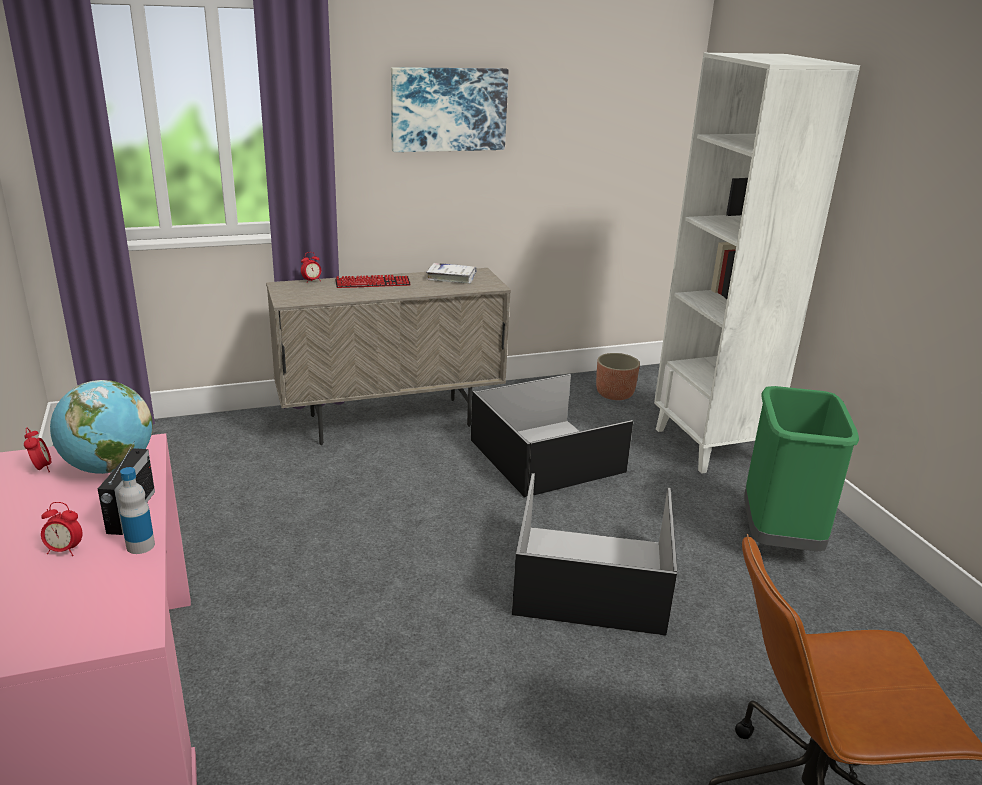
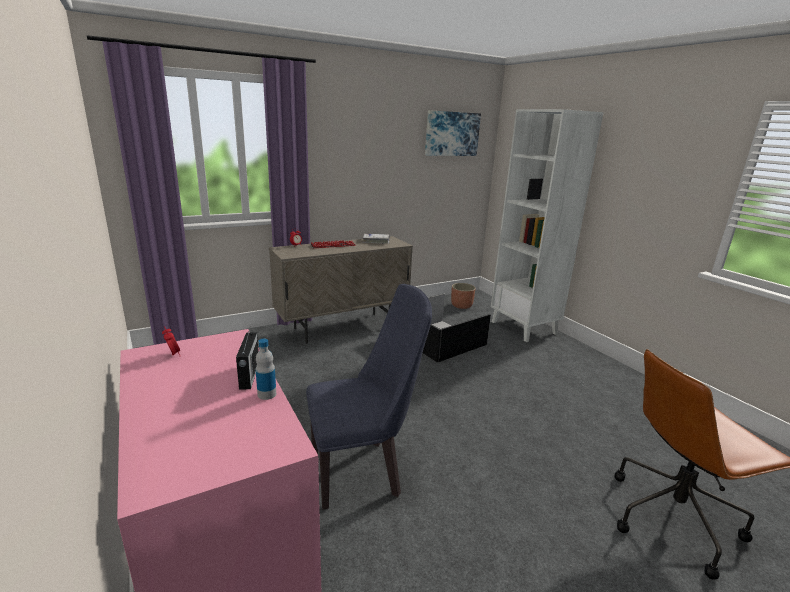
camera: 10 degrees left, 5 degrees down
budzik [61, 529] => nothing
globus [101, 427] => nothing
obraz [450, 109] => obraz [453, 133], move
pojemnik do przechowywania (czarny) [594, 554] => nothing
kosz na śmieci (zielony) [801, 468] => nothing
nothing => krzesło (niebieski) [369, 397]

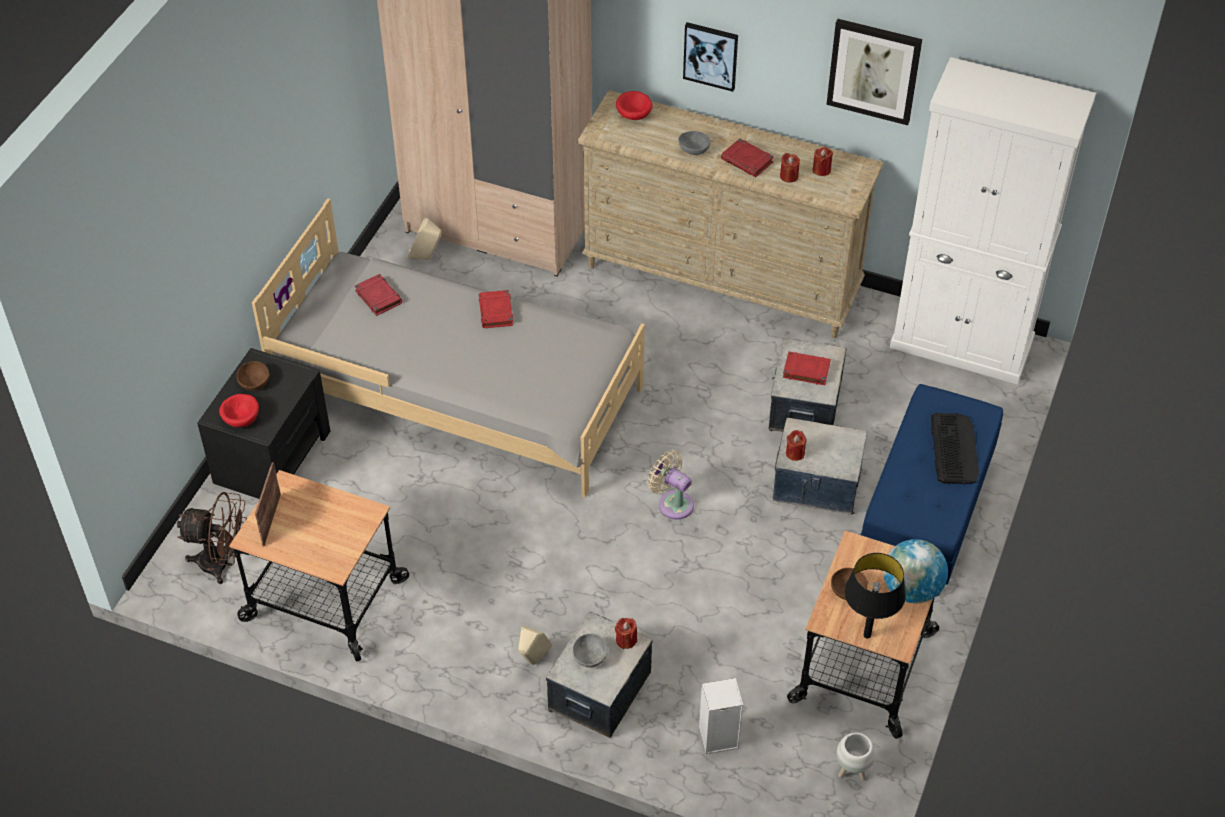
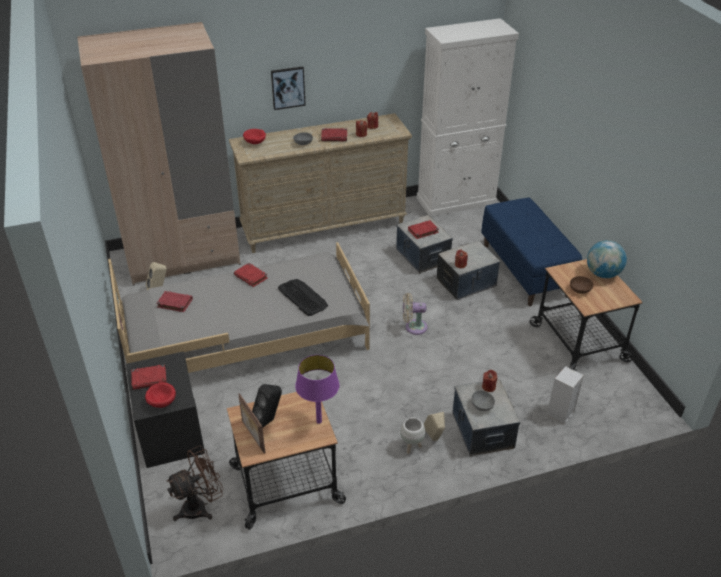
camera: 40 degrees left, 10 degrees down
miska (brązowy) [253, 375] => książka (czerwony) [149, 377]
obraz [874, 72] => nothing
donica (biały) [855, 756] => donica (biały) [412, 435], move
lampa stołowa (czarny) [875, 596] => nothing
klawiatura [955, 449] => klawiatura [303, 297], move
nothing => głośnik (czarny) [267, 405]
nothing => lampa stołowa (fioletowy) [317, 389]

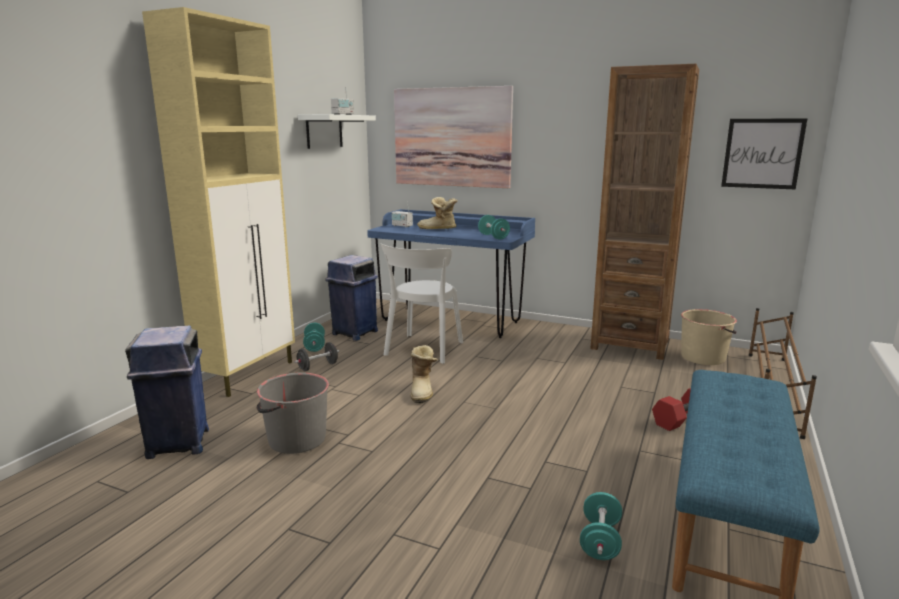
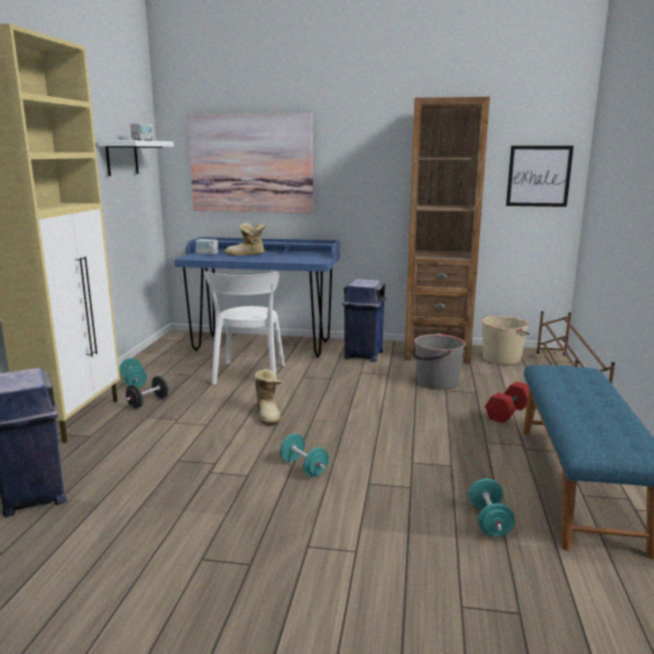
camera: 15 degrees left, 0 degrees up
wiadro (szary) [293, 413] => wiadro (szary) [439, 361], move
kosz na śmieci (niebieski) [351, 298] => kosz na śmieci (niebieski) [364, 320], move
hantel (turkusowy) [494, 227] => hantel (turkusowy) [304, 455], move

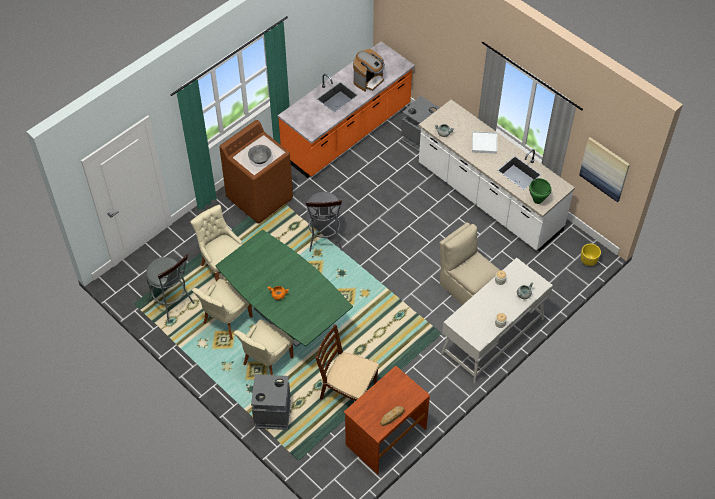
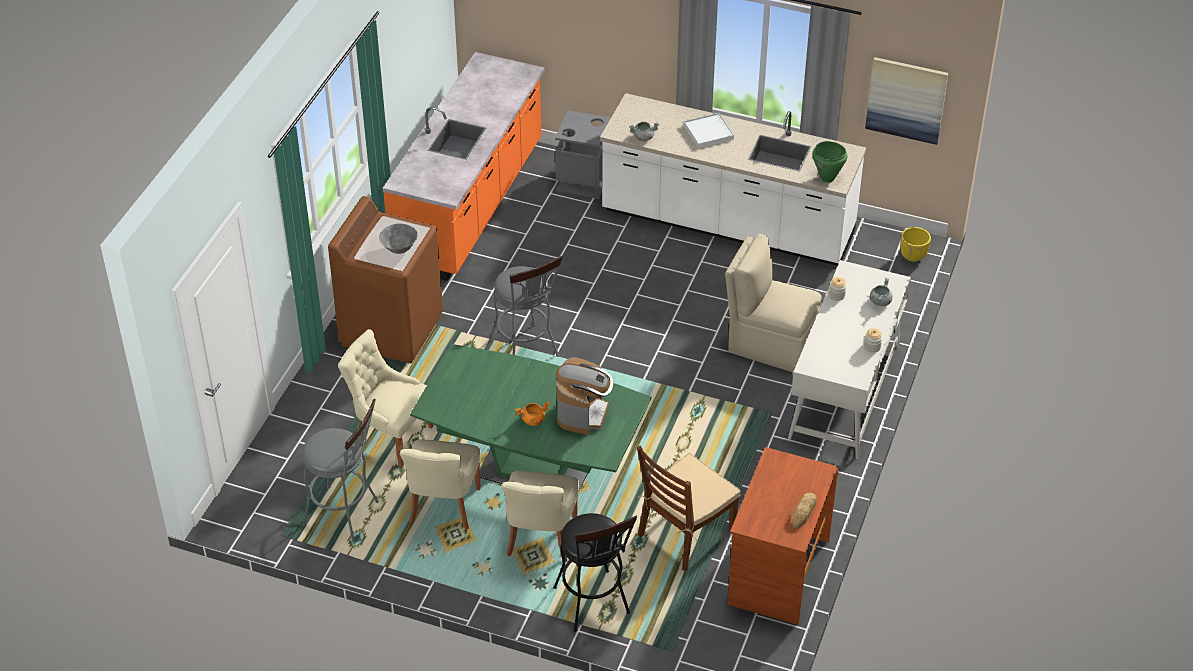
camera: 25 degrees left, 10 degrees down
kosz na śmieci (szary) [271, 402] => stołek (czarny) [595, 572]
krzesło (brązowy) [347, 362] => krzesło (brązowy) [689, 508], 45 degrees counterclockwise
ekspres do kawy [369, 70] => ekspres do kawy [584, 396], move

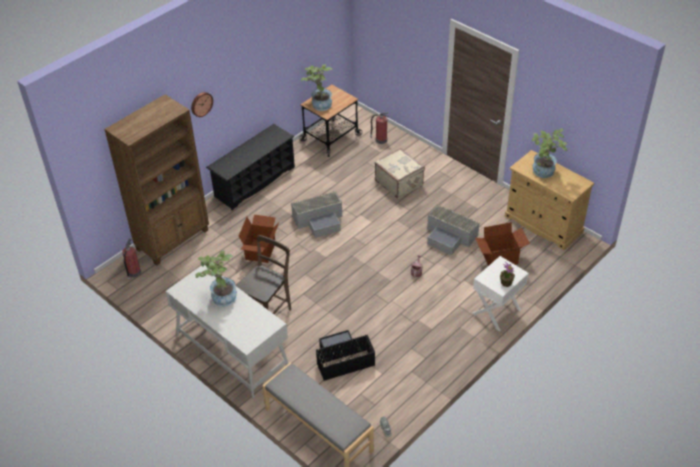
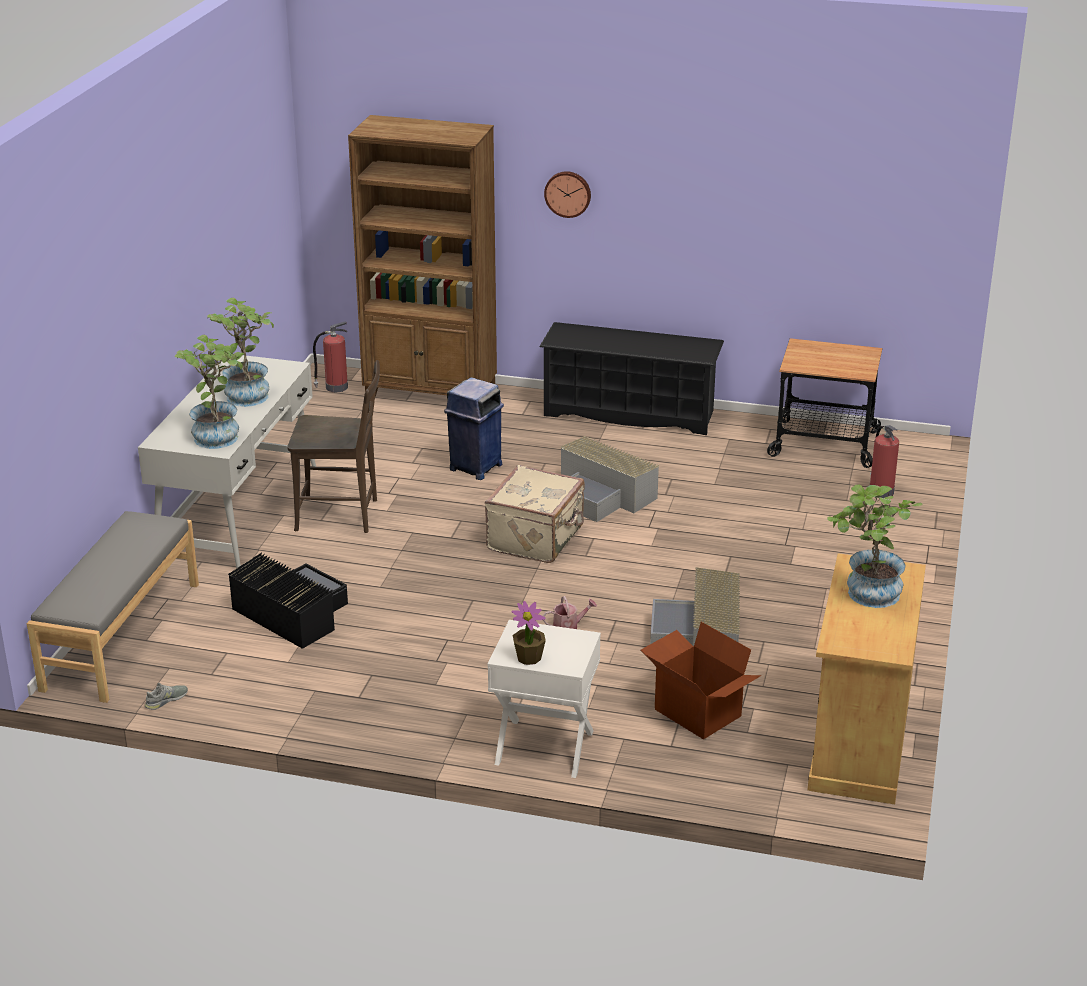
camera: 60 degrees right, 15 degrees down
karton [259, 239] => kosz na śmieci (niebieski) [474, 428]
roślina doniczkowa [316, 87] => roślina doniczkowa [209, 392], move
walizka (beżowy) [400, 173] => walizka (beżowy) [534, 514], move

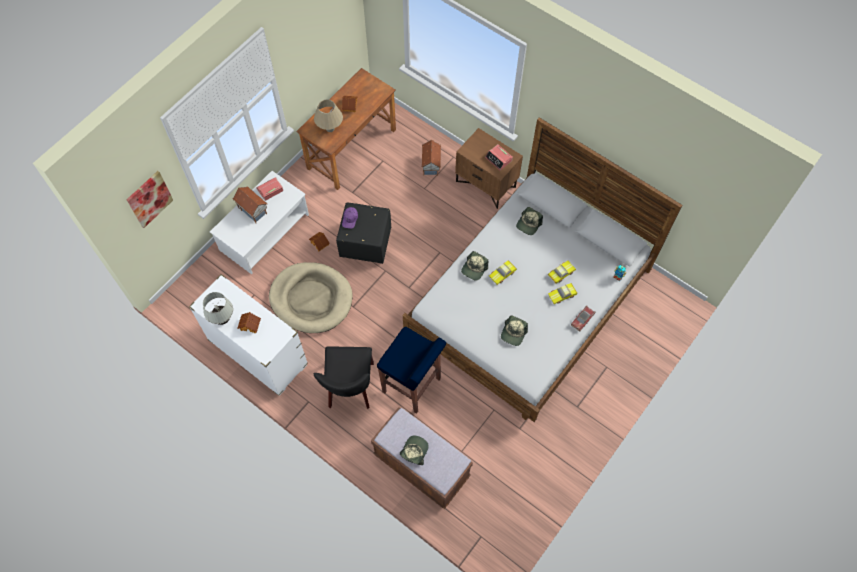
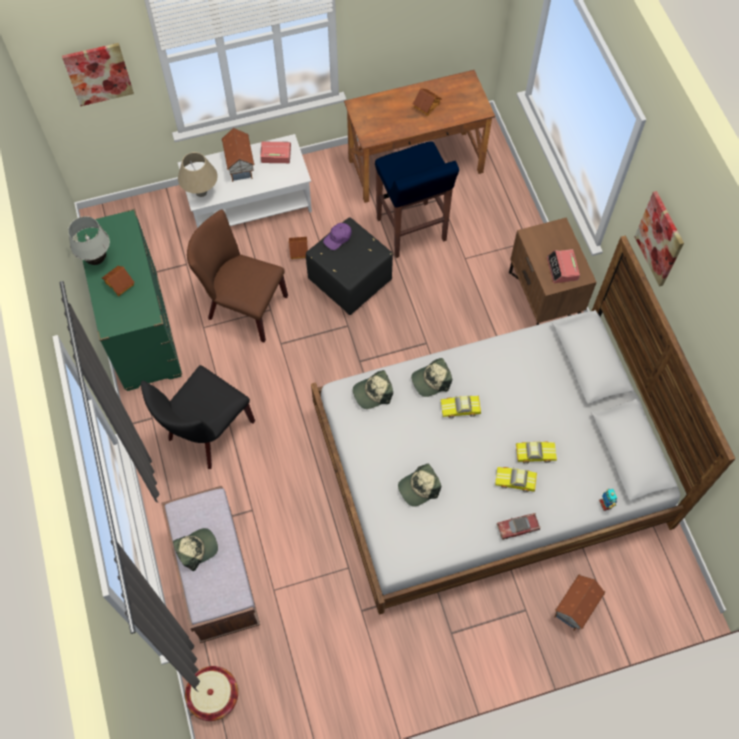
camera: 35 degrees right, 0 degrees up
komoda (biały) [248, 335] => komoda (zielony) [129, 300]
legowisko (beżowy) [311, 297] => krzesło (brązowy) [237, 276]
lampa stołowa (beżowy) [328, 115] => lampa stołowa (beżowy) [198, 174], move
stołek (niebieski) [411, 370] => stołek (niebieski) [417, 199], move
domek [431, 158] => domek [580, 602], move
czapka z daszkiem [529, 221] => czapka z daszkiem [373, 389], move
nothing => koszyk [211, 693]
nothing => obraz [659, 239]

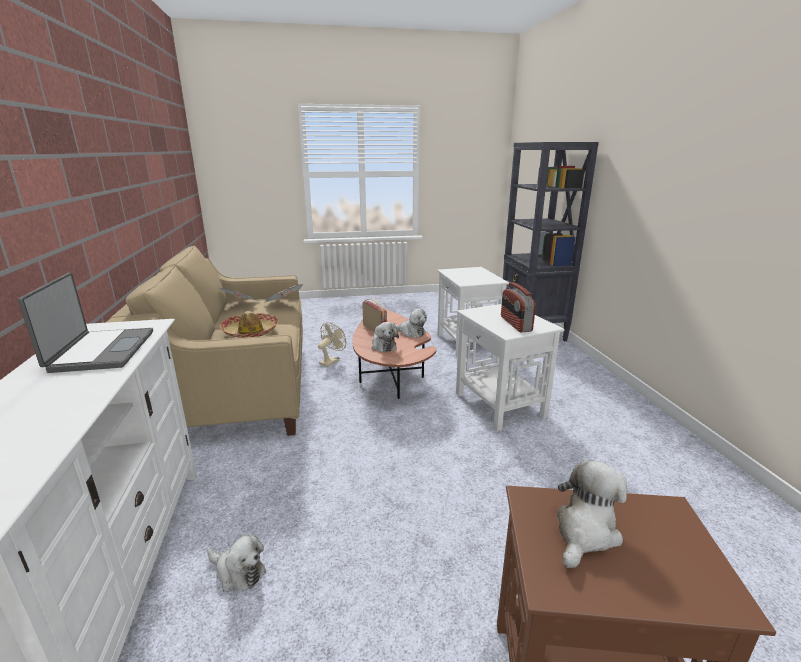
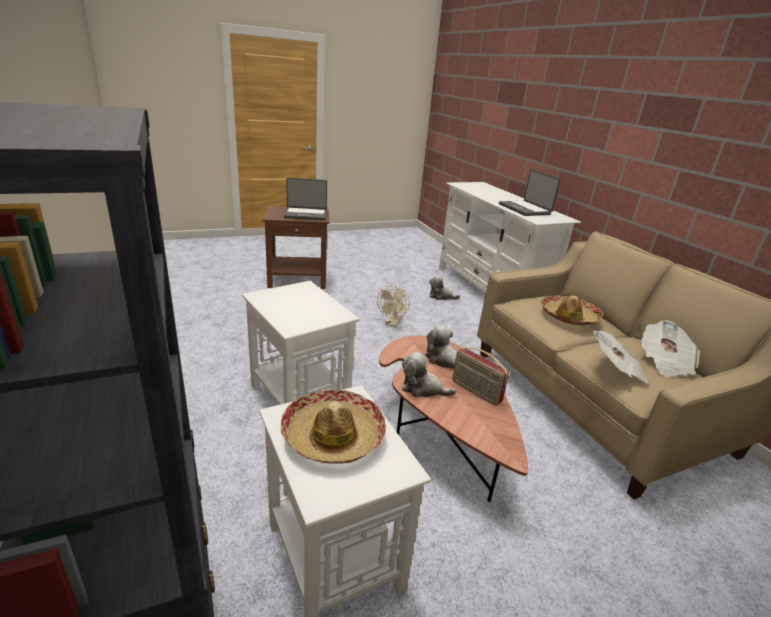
camera: 165 degrees right, 5 degrees up
wentylator (beżowy) [332, 344] => wentylator (beżowy) [393, 306], move
radio [518, 307] => nothing
pluszak [592, 513] => laptop [305, 199]
nothing => kapelusz [333, 427]

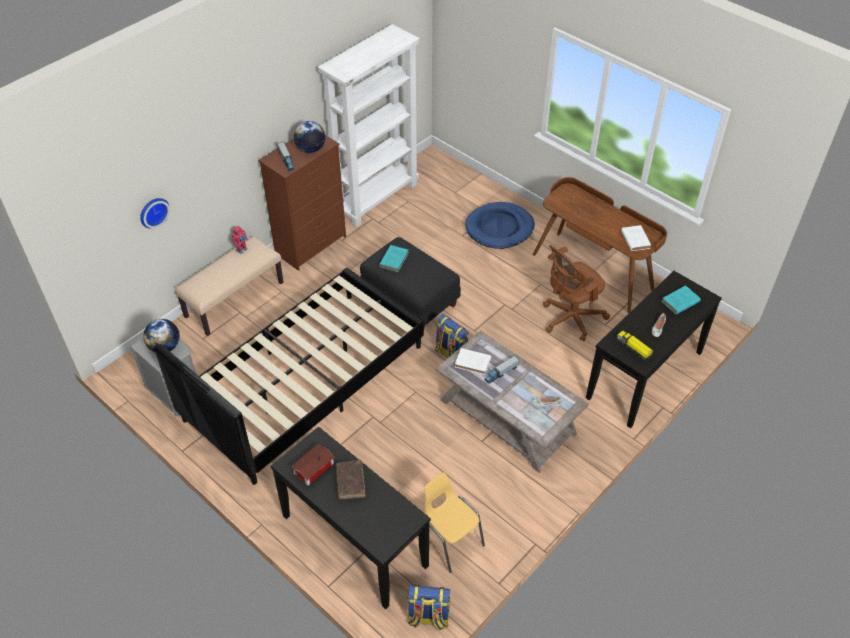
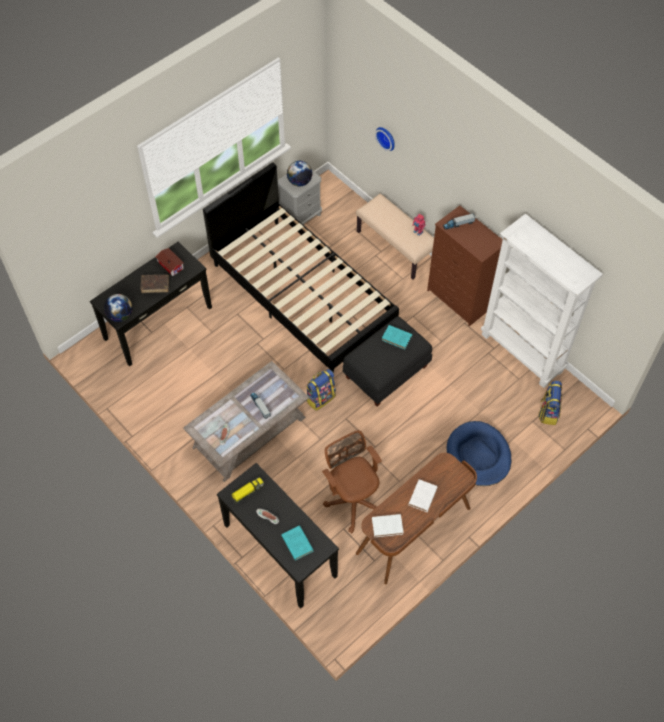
camera: 95 degrees right, 10 degrees up
globus [309, 137] => globus [118, 308], move
plecak [428, 608] => plecak [550, 403], move
krzesło (żółty) [451, 522] => nothing
książka (biały) [473, 361] => książka (biały) [423, 495], move

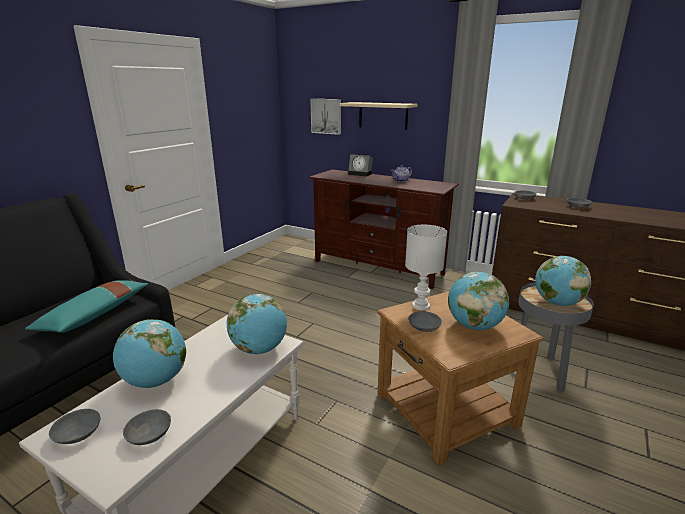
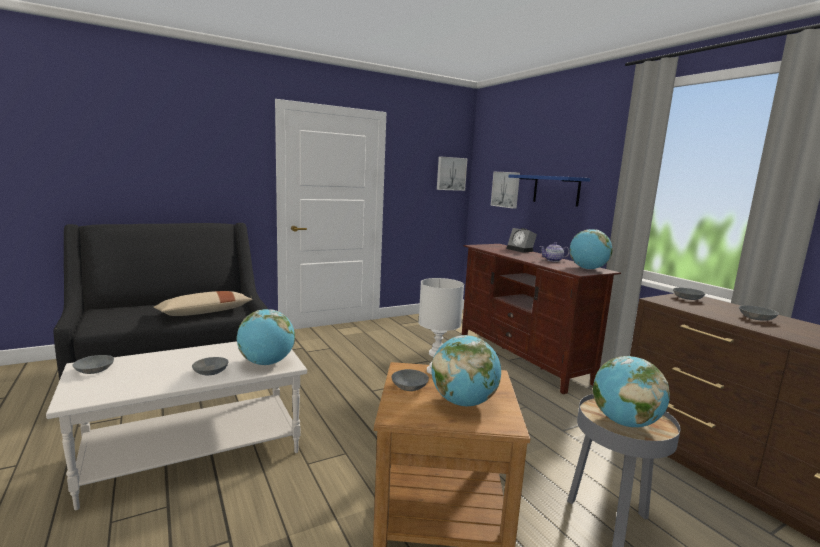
camera: 30 degrees right, 10 degrees down
poduszka (turkusowy) [86, 307] => poduszka (beżowy) [203, 303]
globus [149, 353] => globus [591, 249], move
miska (szary) [147, 427] => miska (szary) [210, 366], move
półka (beżowy) [378, 116] => półka (niebieski) [550, 190]
nothing => obraz [452, 173]

